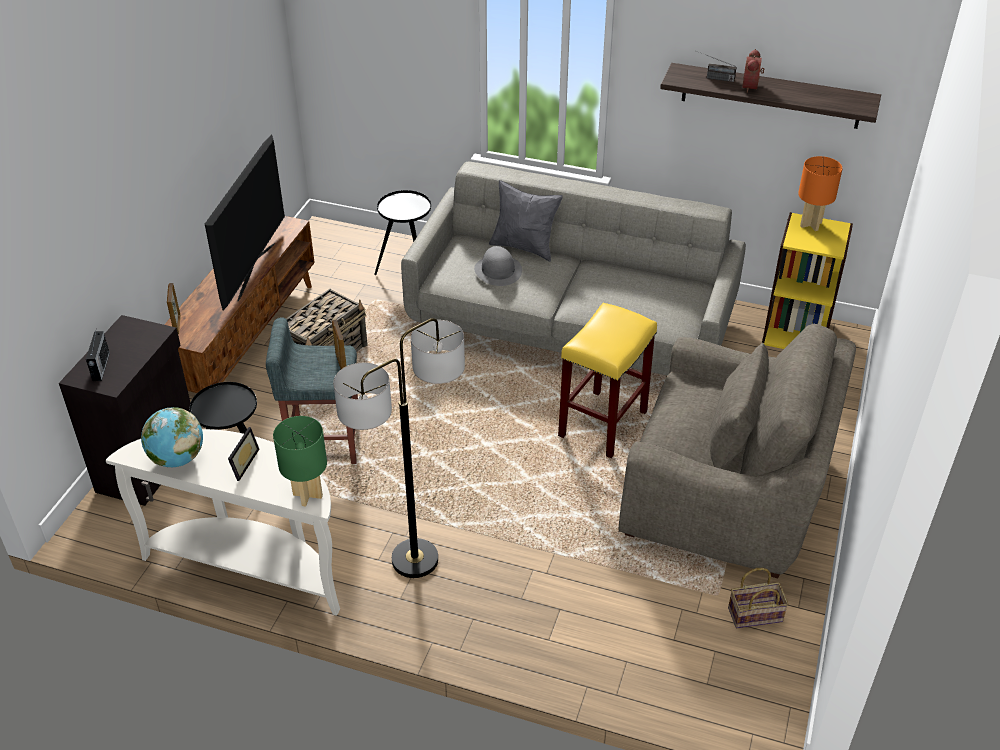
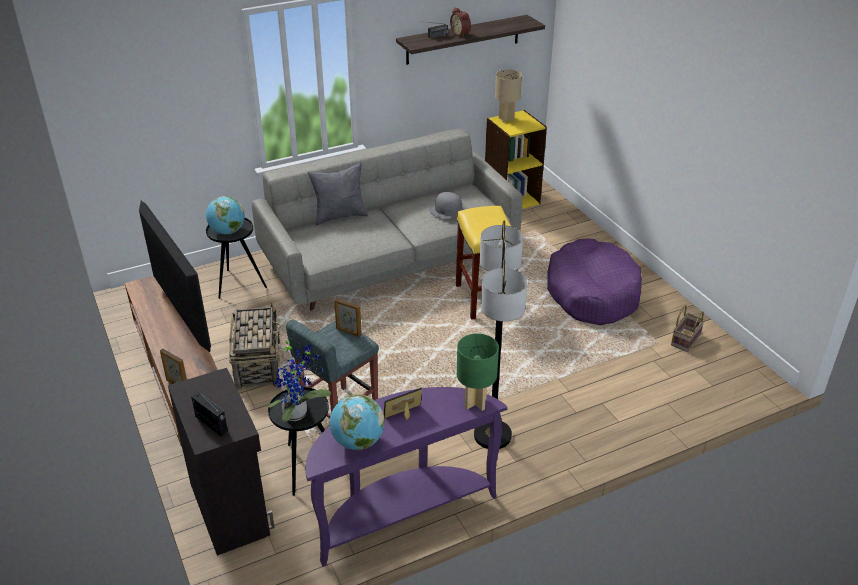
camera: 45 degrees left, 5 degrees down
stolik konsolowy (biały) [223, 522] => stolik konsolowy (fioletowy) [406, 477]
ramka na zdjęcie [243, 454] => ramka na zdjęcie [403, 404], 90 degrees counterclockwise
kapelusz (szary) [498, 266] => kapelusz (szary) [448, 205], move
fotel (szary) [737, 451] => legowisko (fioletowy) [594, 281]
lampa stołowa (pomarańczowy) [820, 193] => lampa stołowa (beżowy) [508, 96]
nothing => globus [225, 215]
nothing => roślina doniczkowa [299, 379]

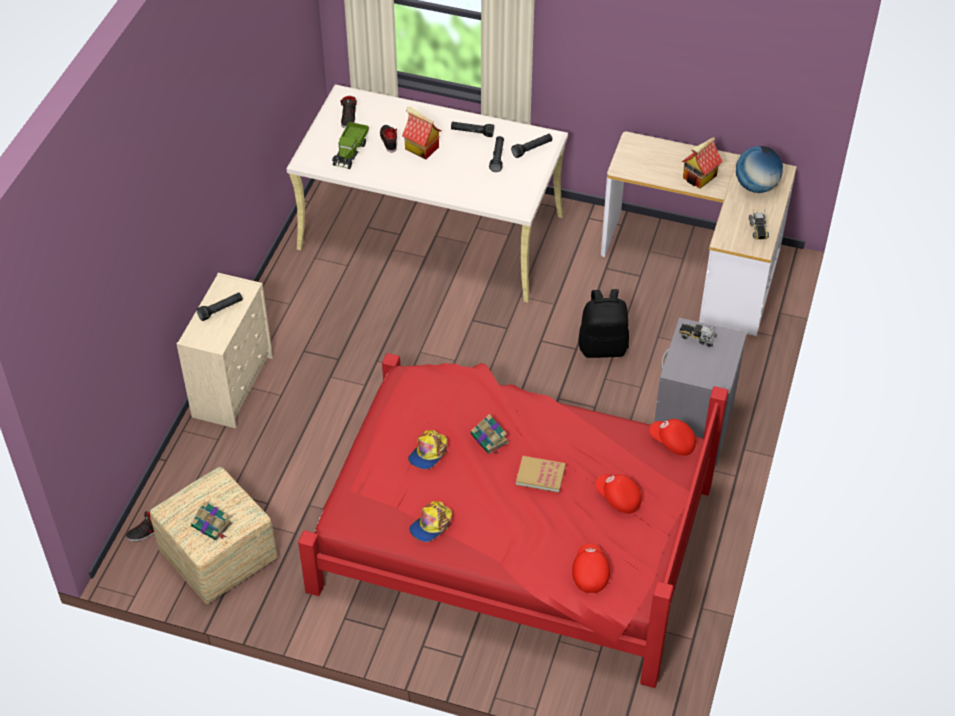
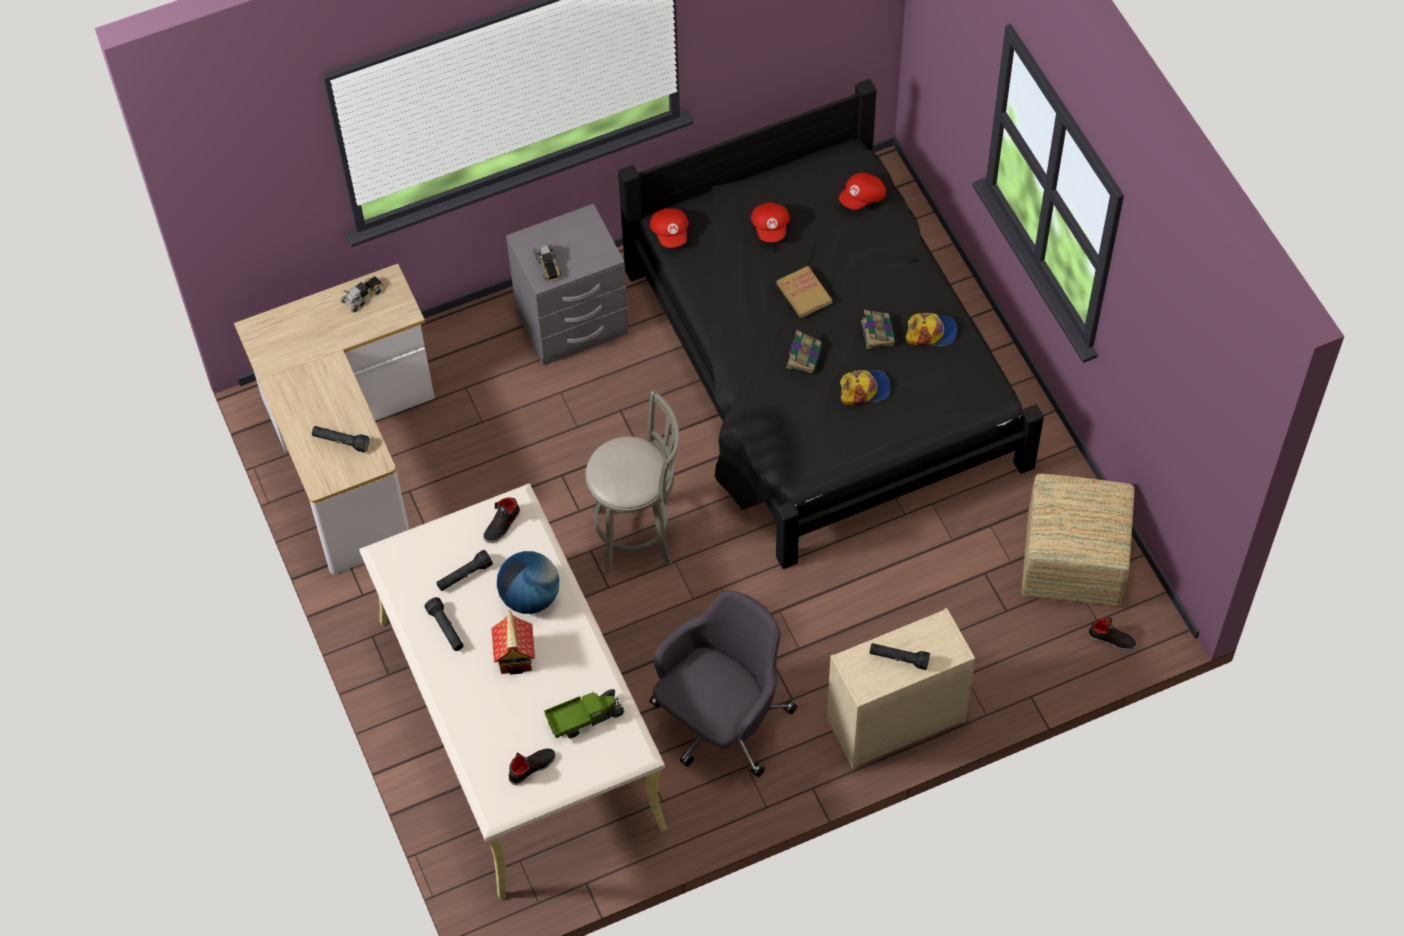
camera: 130 degrees left, 10 degrees up
książka [211, 520] => książka [878, 329], move
łóżko (czerwony) [513, 520] => łóżko (czarny) [831, 324]
but (czarny) [388, 138] => but (czarny) [501, 520], move
latarka (czarny) [531, 146] => latarka (czarny) [340, 439], move
plecak (czarny) [603, 323] => nothing
domek [702, 163] => nothing
globus [759, 169] => globus [528, 582], move
nothing => stołek (szary) [632, 483]
nothing => krzesło biurowe (szary) [723, 684]

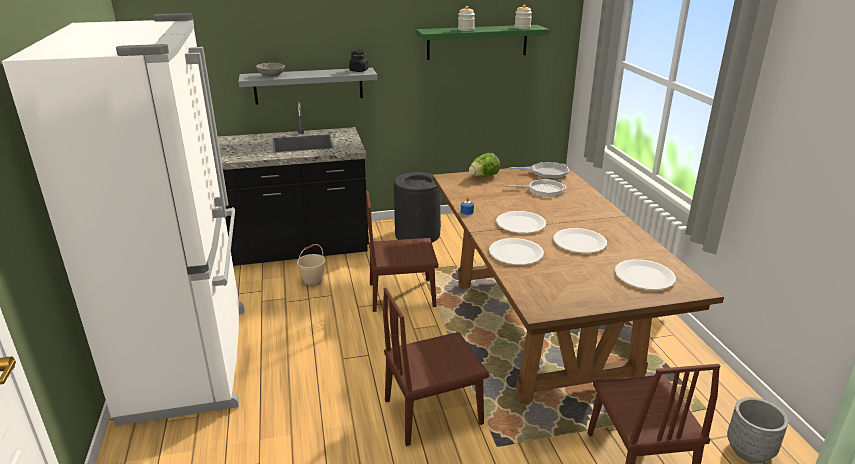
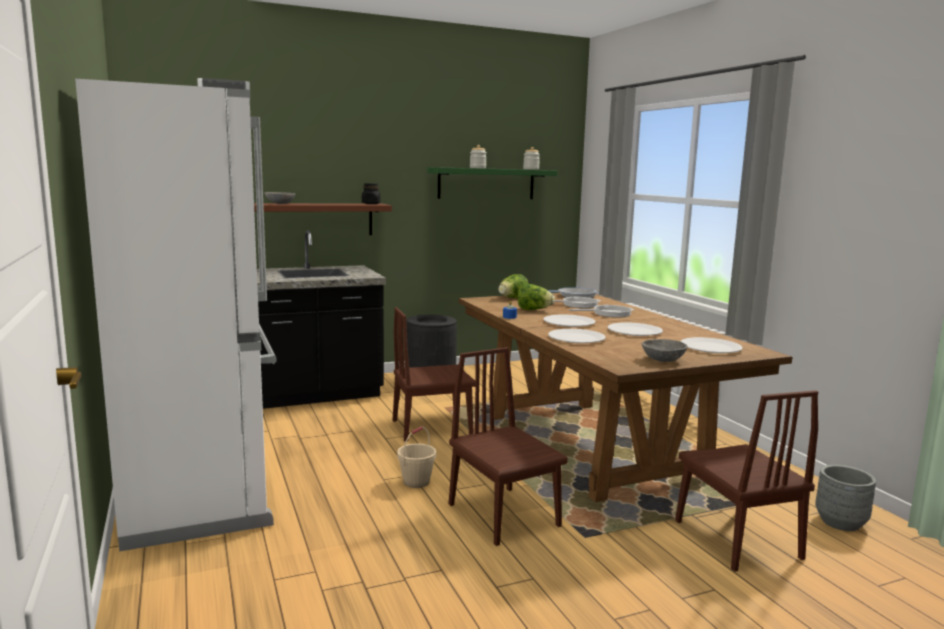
camera: 10 degrees left, 15 degrees down
półka (szary) [308, 86] => półka (brązowy) [323, 219]
wiadro (beżowy) [311, 265] => wiadro (beżowy) [416, 457], move
krzesło (brązowy) [436, 367] => krzesło (brązowy) [508, 446], 90 degrees clockwise
nothing => sałata [536, 297]
nothing => patelnia [601, 311]
nothing => miska (szary) [664, 350]

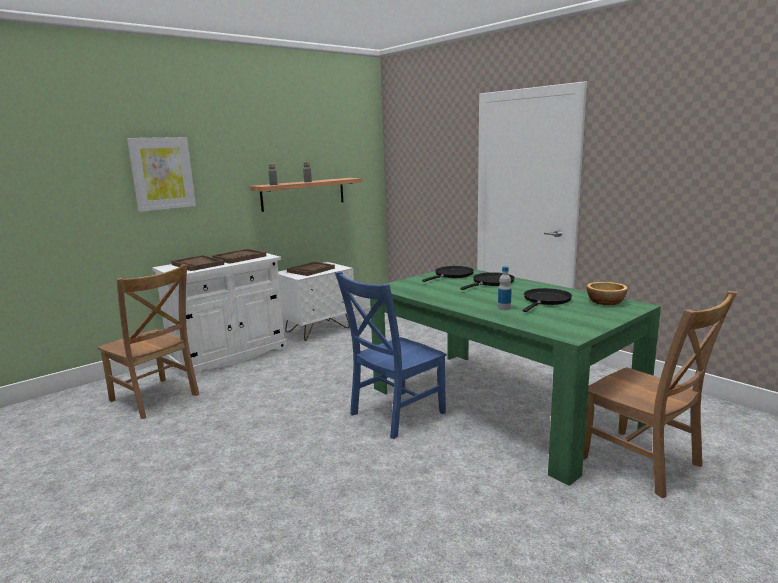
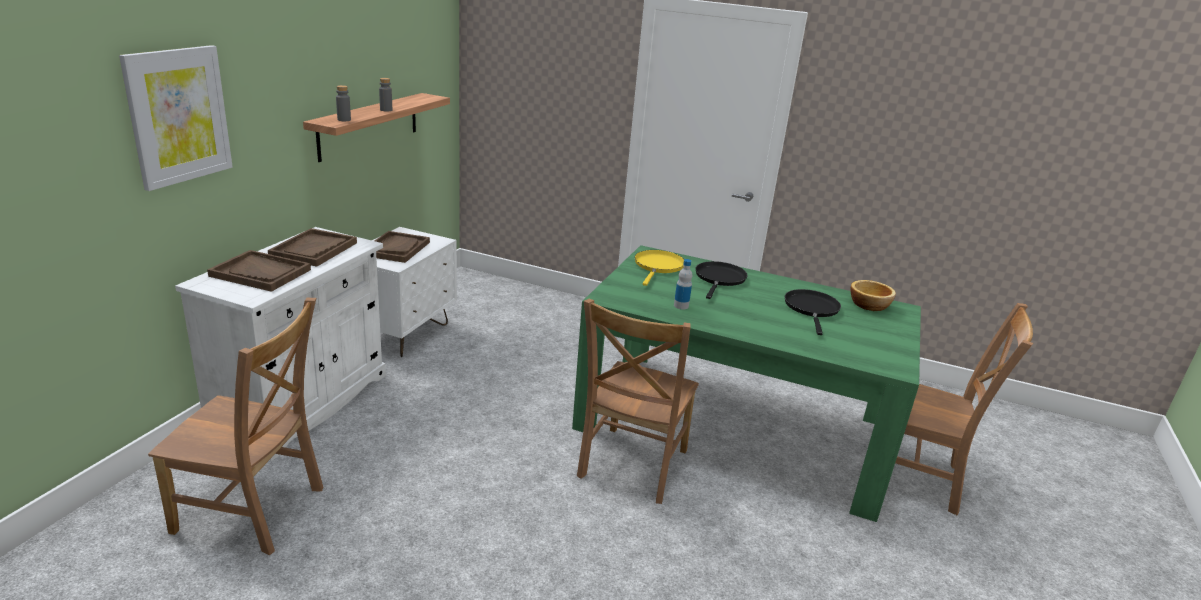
camera: 30 degrees left, 10 degrees up
krzesło (niebieski) [391, 355] => krzesło (brązowy) [638, 401]
patelnia (czarny) [448, 274] => patelnia (żółty) [659, 268]
butelka [505, 288] => butelka [683, 284], move

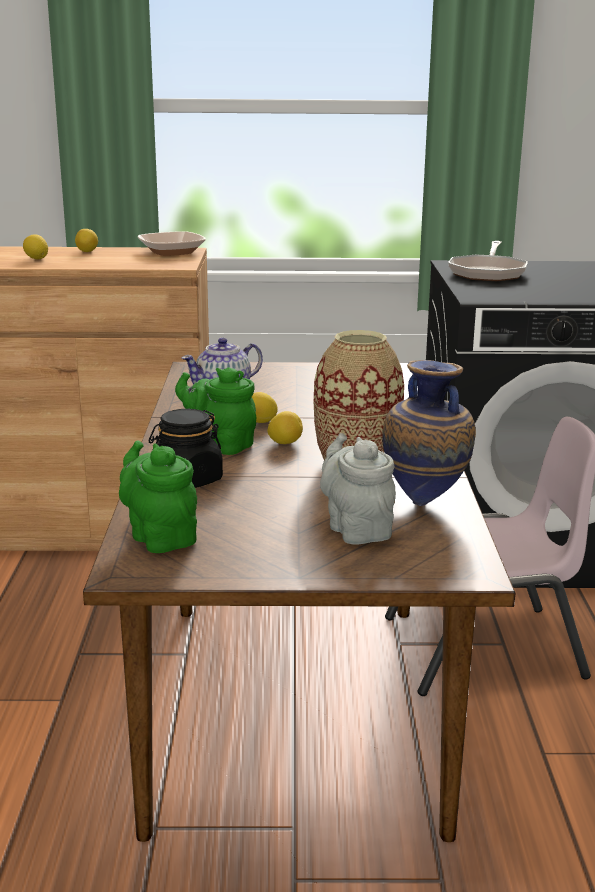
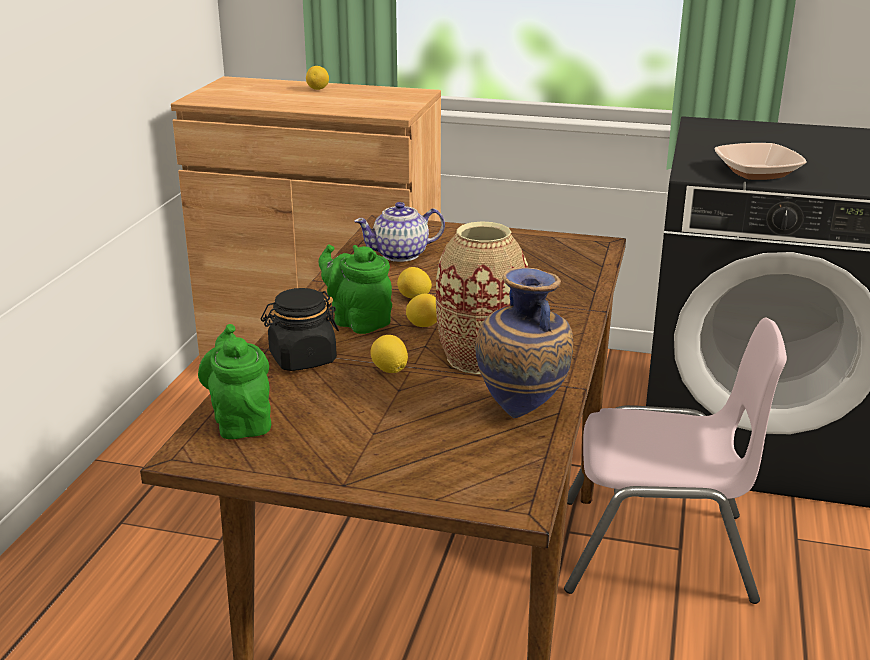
camera: 15 degrees right, 5 degrees up
cytryna [35, 246] => cytryna [389, 354], move
miska [172, 243] => miska [760, 161], move
imbryk (szary) [358, 488] => nothing
patelnia [488, 261] => nothing

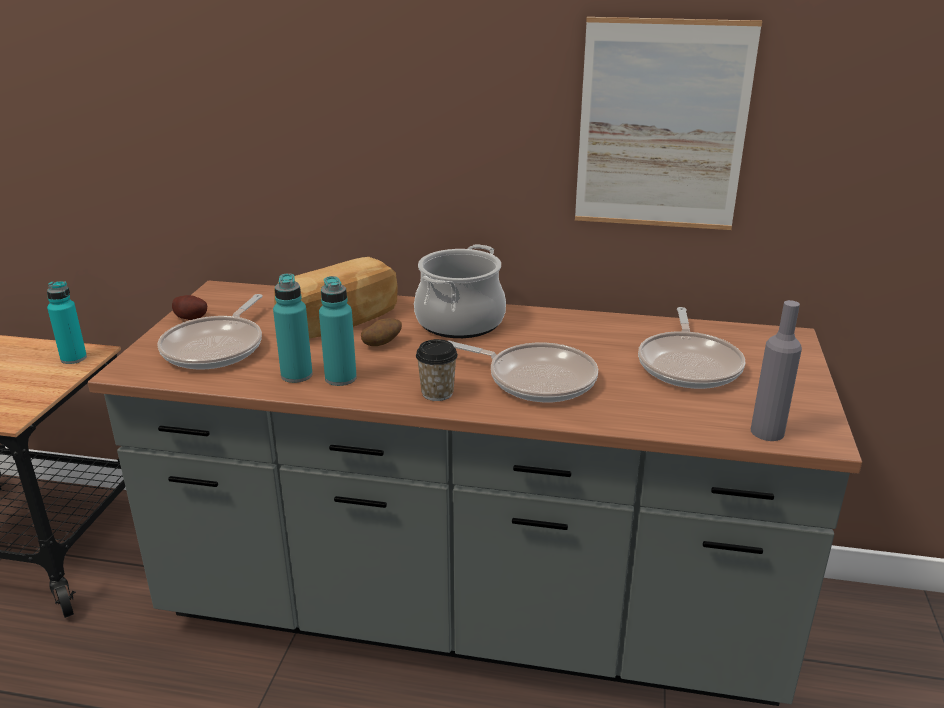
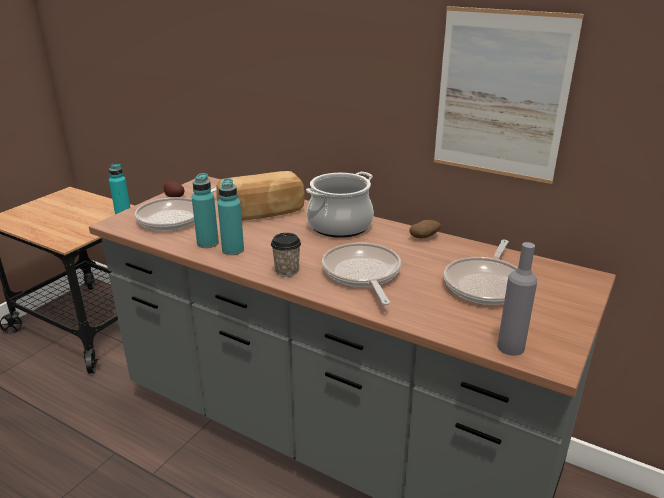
camera: 20 degrees right, 0 degrees up
ziemniak [381, 332] => ziemniak [425, 229], move
patelnia [523, 371] => patelnia [361, 273], 150 degrees counterclockwise

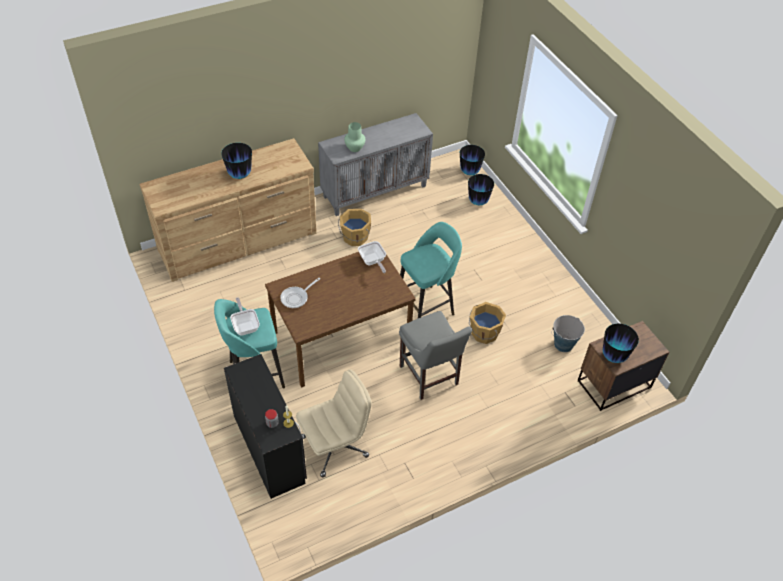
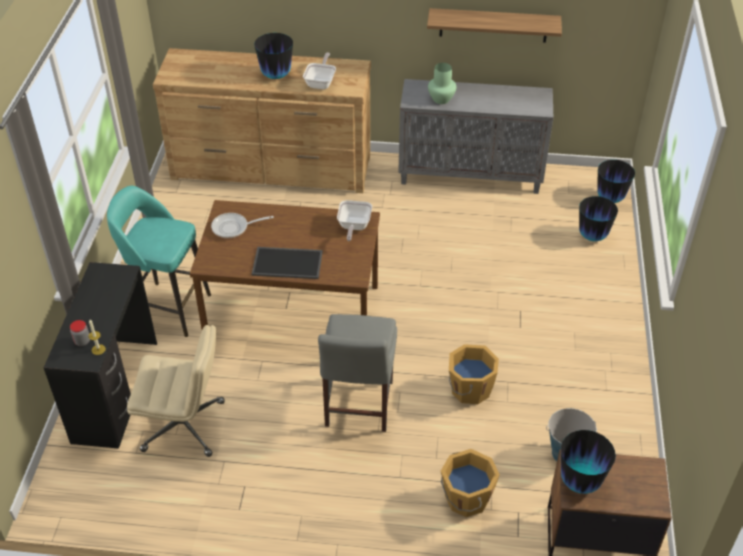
camera: 35 degrees right, 5 degrees down
patelnia [245, 316] => patelnia [319, 71], move
wiadro (pomarańczowy) [354, 227] => wiadro (pomarańczowy) [470, 483], move
stołek (turkusowy) [431, 270] => nothing
nothing => taca [287, 263]
nothing => półka [494, 25]

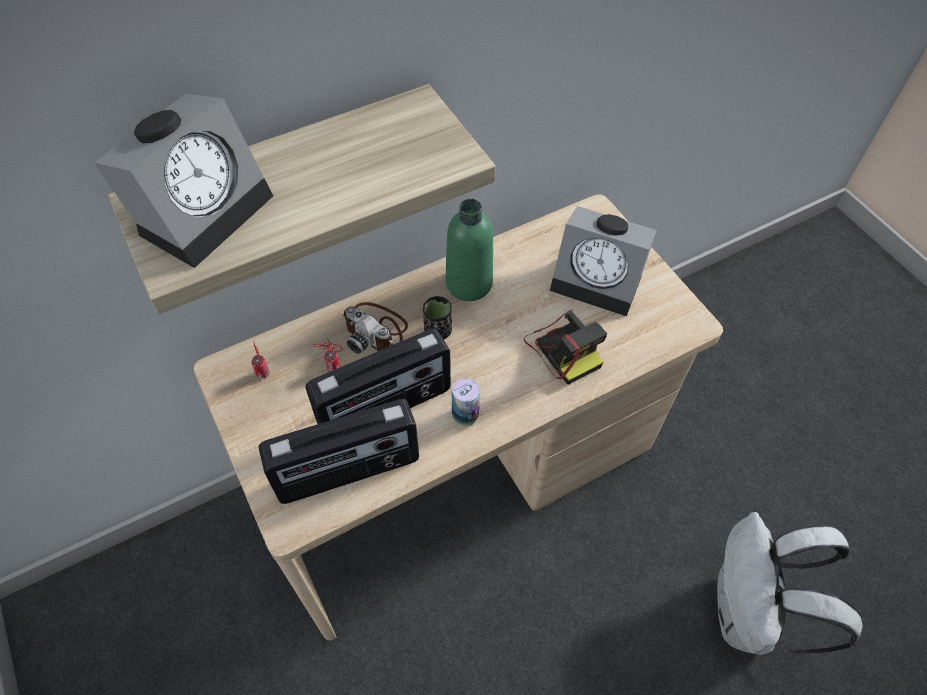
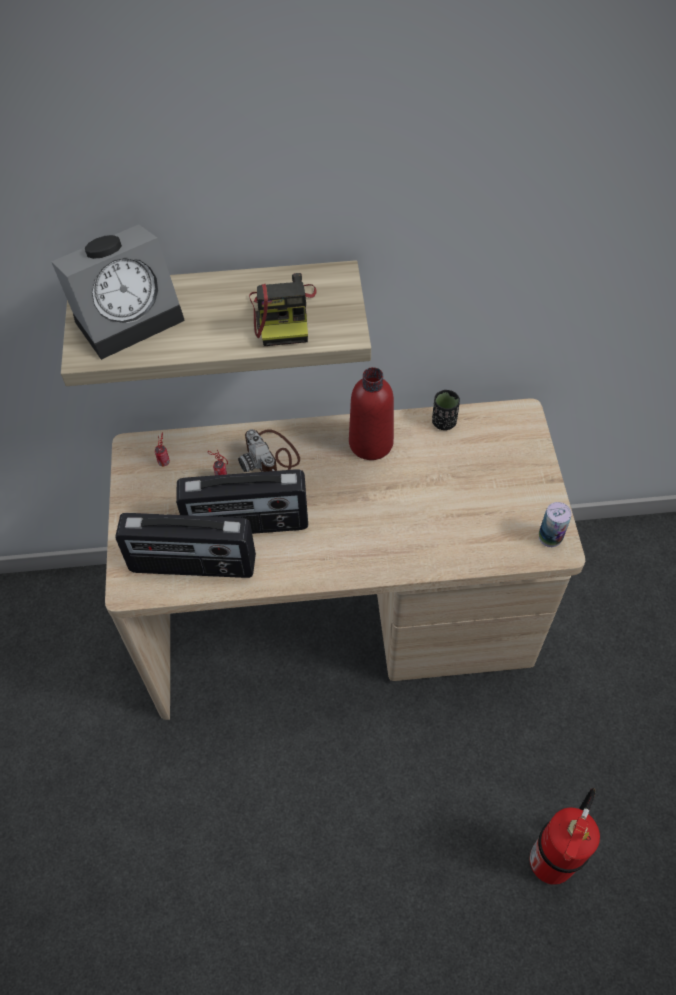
camera: 25 degrees right, 0 degrees up
filiżanka (czarny) [437, 318] => filiżanka (czarny) [446, 410], move
butelka (zielony) [469, 250] => butelka (czerwony) [371, 413]
puszka [466, 402] => puszka [555, 524], move
aparat fotograficzny [565, 347] => aparat fotograficzny [282, 309], move
budzik [603, 261] => nothing
plecak (biały) [790, 583] => gaśnica [564, 836]

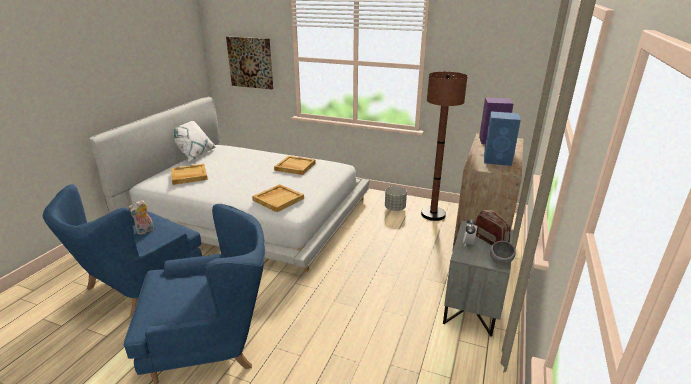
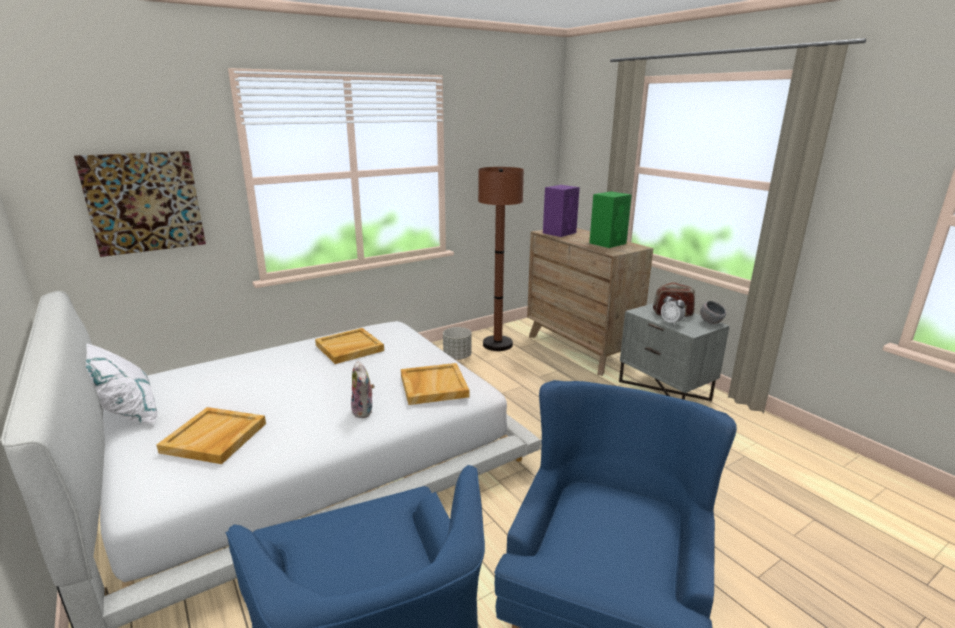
camera: 55 degrees left, 5 degrees down
pluszak [142, 217] => pluszak [363, 389], move
głośnik (niebieski) [502, 138] => głośnik (zielony) [610, 220]

